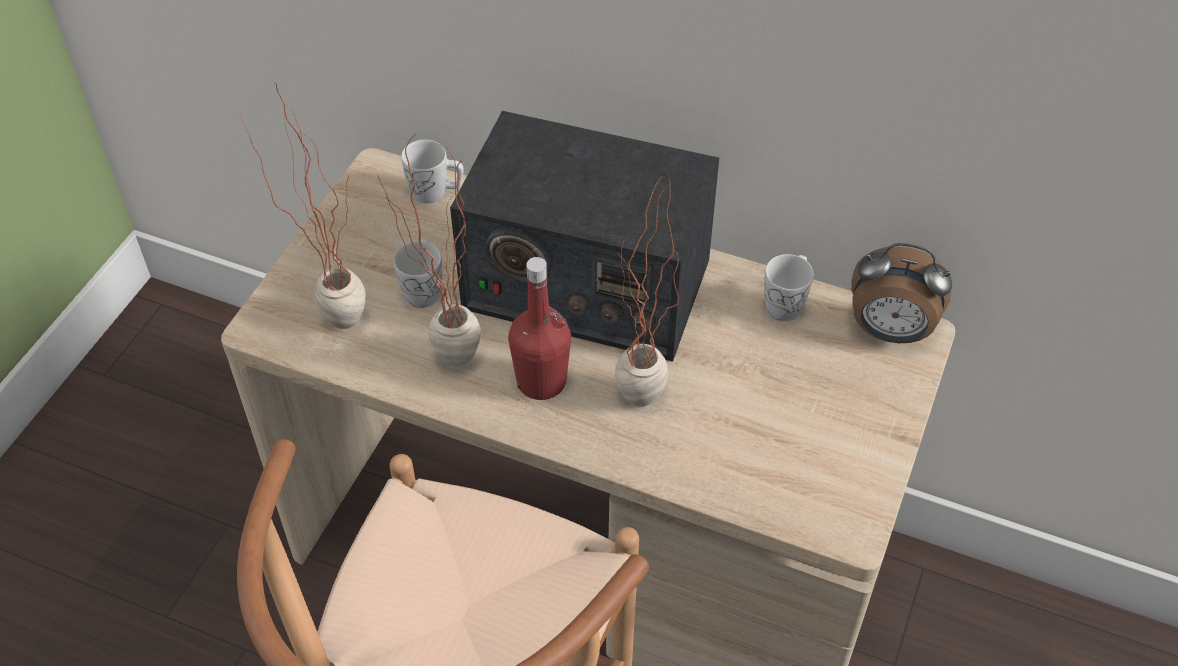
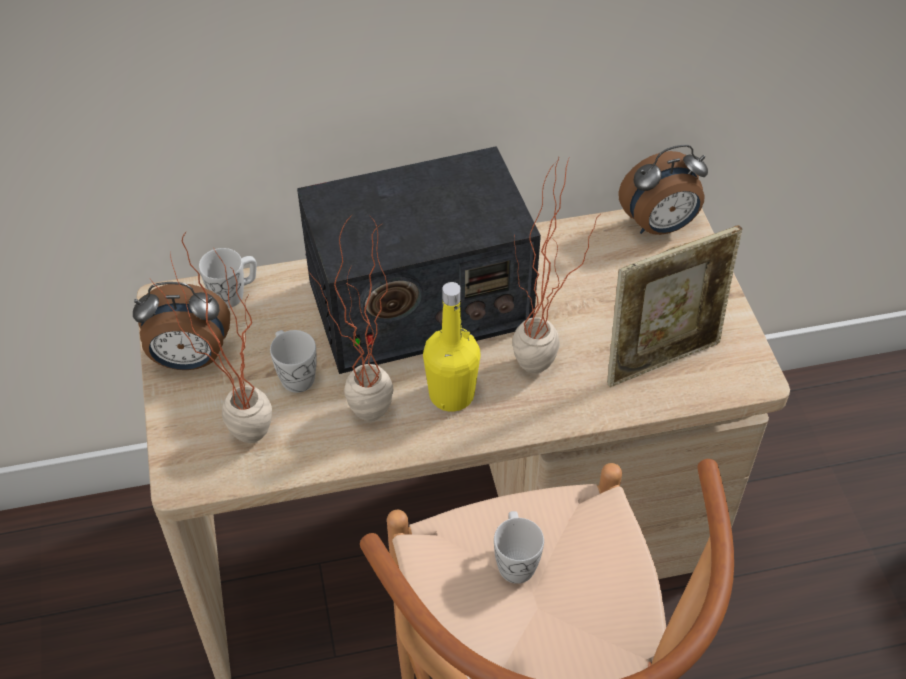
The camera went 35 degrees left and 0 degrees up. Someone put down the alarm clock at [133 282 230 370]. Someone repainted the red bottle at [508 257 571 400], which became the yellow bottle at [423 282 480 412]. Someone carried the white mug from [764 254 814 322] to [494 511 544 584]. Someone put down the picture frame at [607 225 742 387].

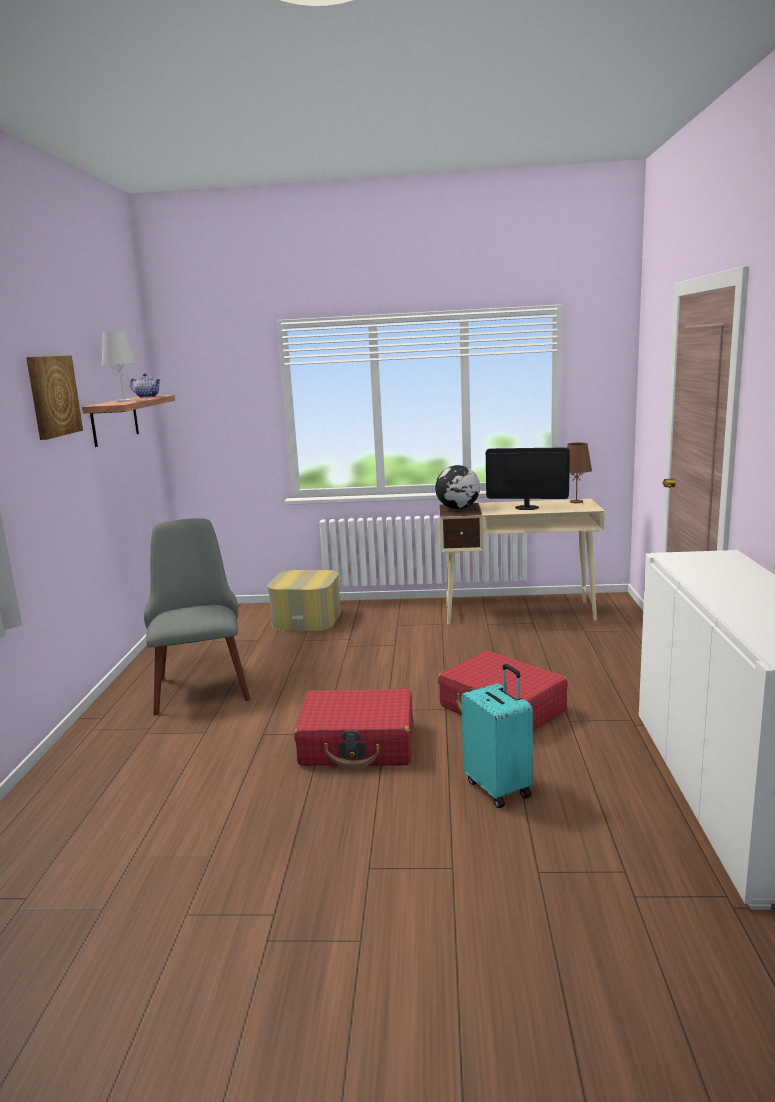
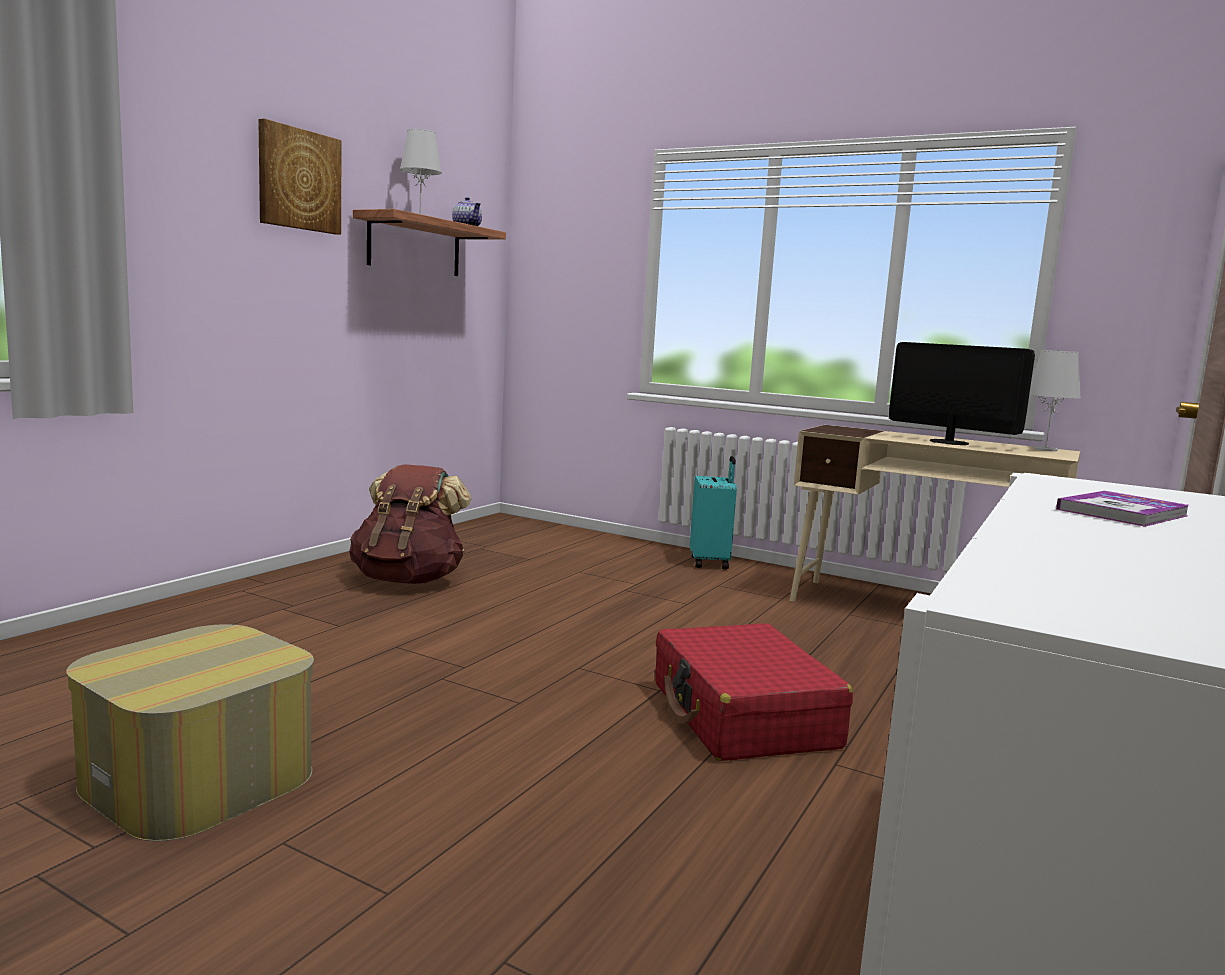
The camera went 25 degrees right and 5 degrees down. Someone carried the ottoman from [267 570 341 631] to [66 624 314 841]. Someone swapped the grey chair at [144 518 250 716] for the brown backpack at [349 465 471 584]. Someone carried the turquoise suitcase from [461 664 533 808] to [690 456 737 570]. Someone repainted the brown table lamp at [567 443 592 503], which became the white table lamp at [1029 350 1081 451]. Someone put down the book at [1056 491 1189 527]. Someone took away the red suitcase at [294 689 413 769]. Someone took away the globe at [435 465 480 509].

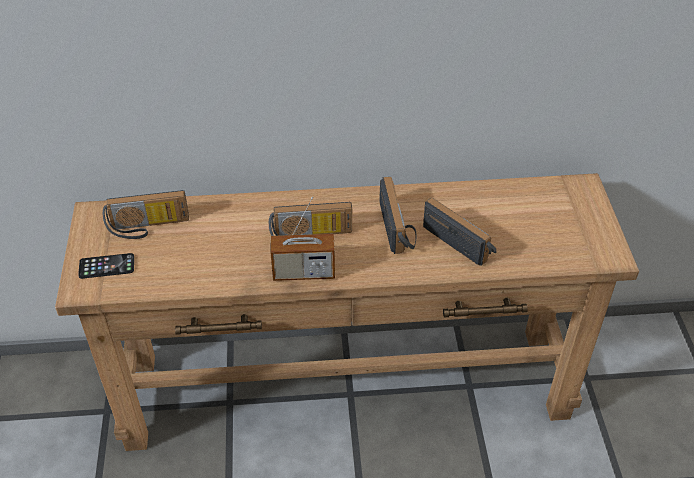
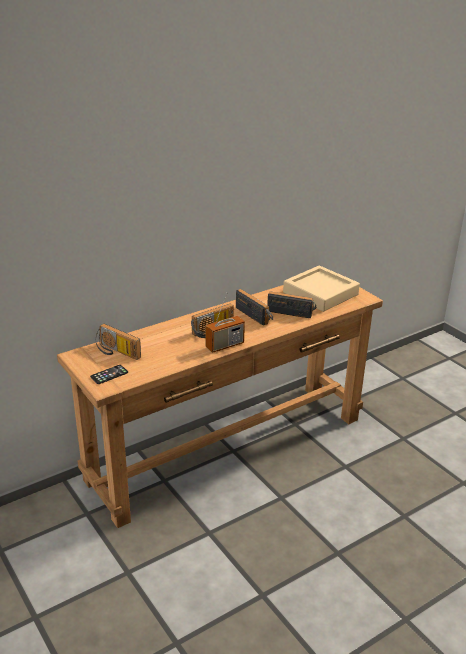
The camera went 30 degrees left and 15 degrees down. Someone rotated the radio at [103 190 189 239] by 75 degrees clockwise. Someone put down the beige tray at [283 266 360 312].

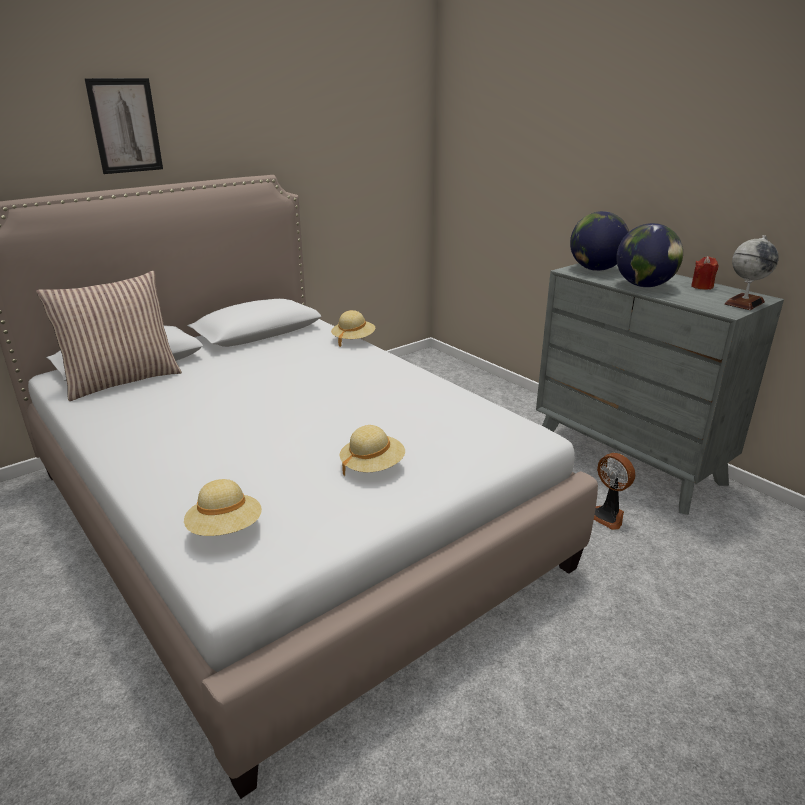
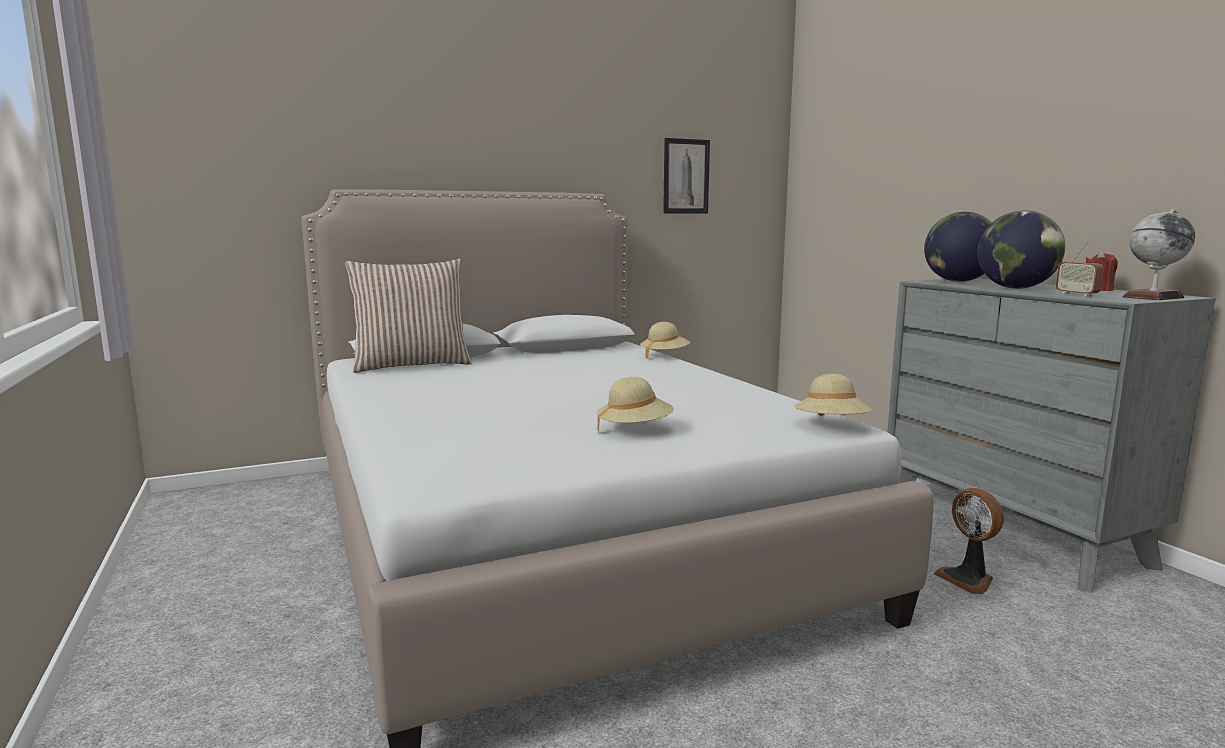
The camera went 15 degrees right and 15 degrees down. Someone carried the picture from [84 78 163 174] to [663 138 710 214]. Someone carried the beige hat from [184 479 262 536] to [794 374 873 416]. Someone put down the radio at [1056 238 1104 297].

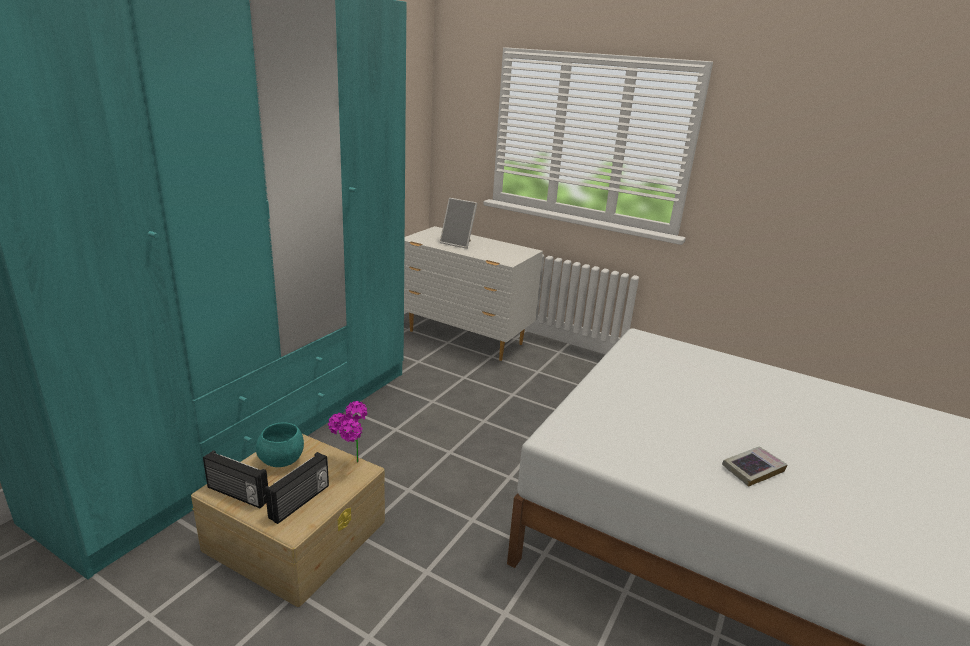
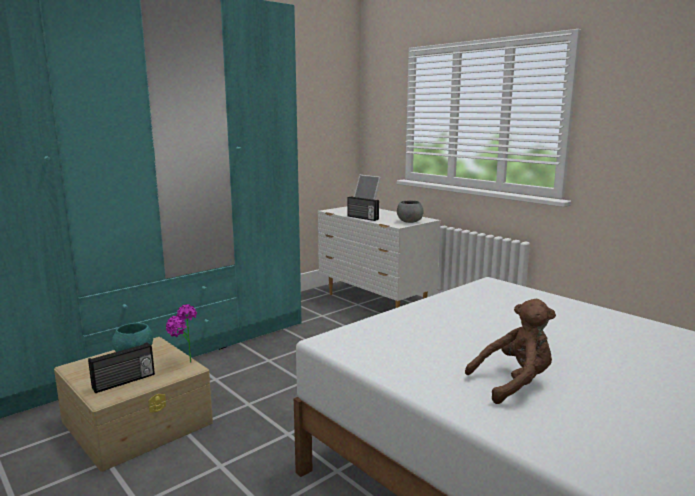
The camera went 20 degrees right and 10 degrees down. Someone carried the radio from [203 450 268 509] to [348 196 379 221]. Someone put down the grey bowl at [397 200 423 223]. Someone swapped the book at [722 447 788 487] for the brown plush toy at [465 299 556 404].

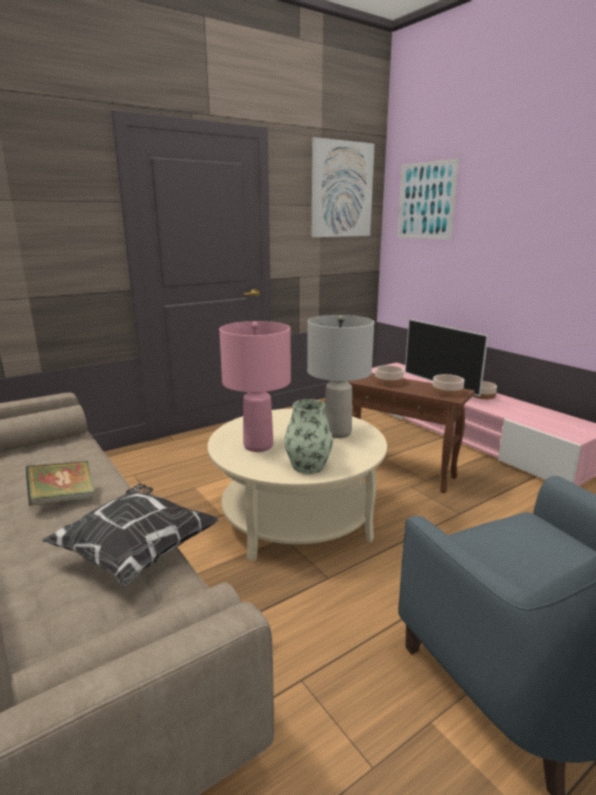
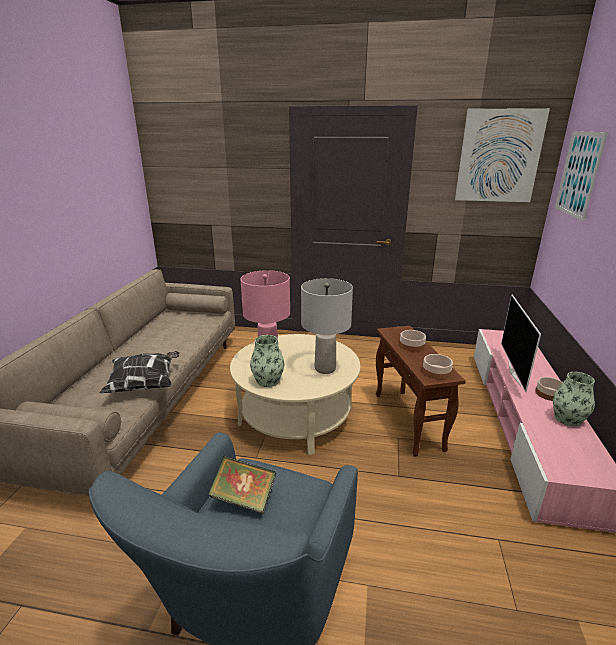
The camera went 45 degrees right and 5 degrees up. Someone carried the book from [26 461 95 505] to [208 456 276 514]. Someone put down the vase at [553 372 595 426].

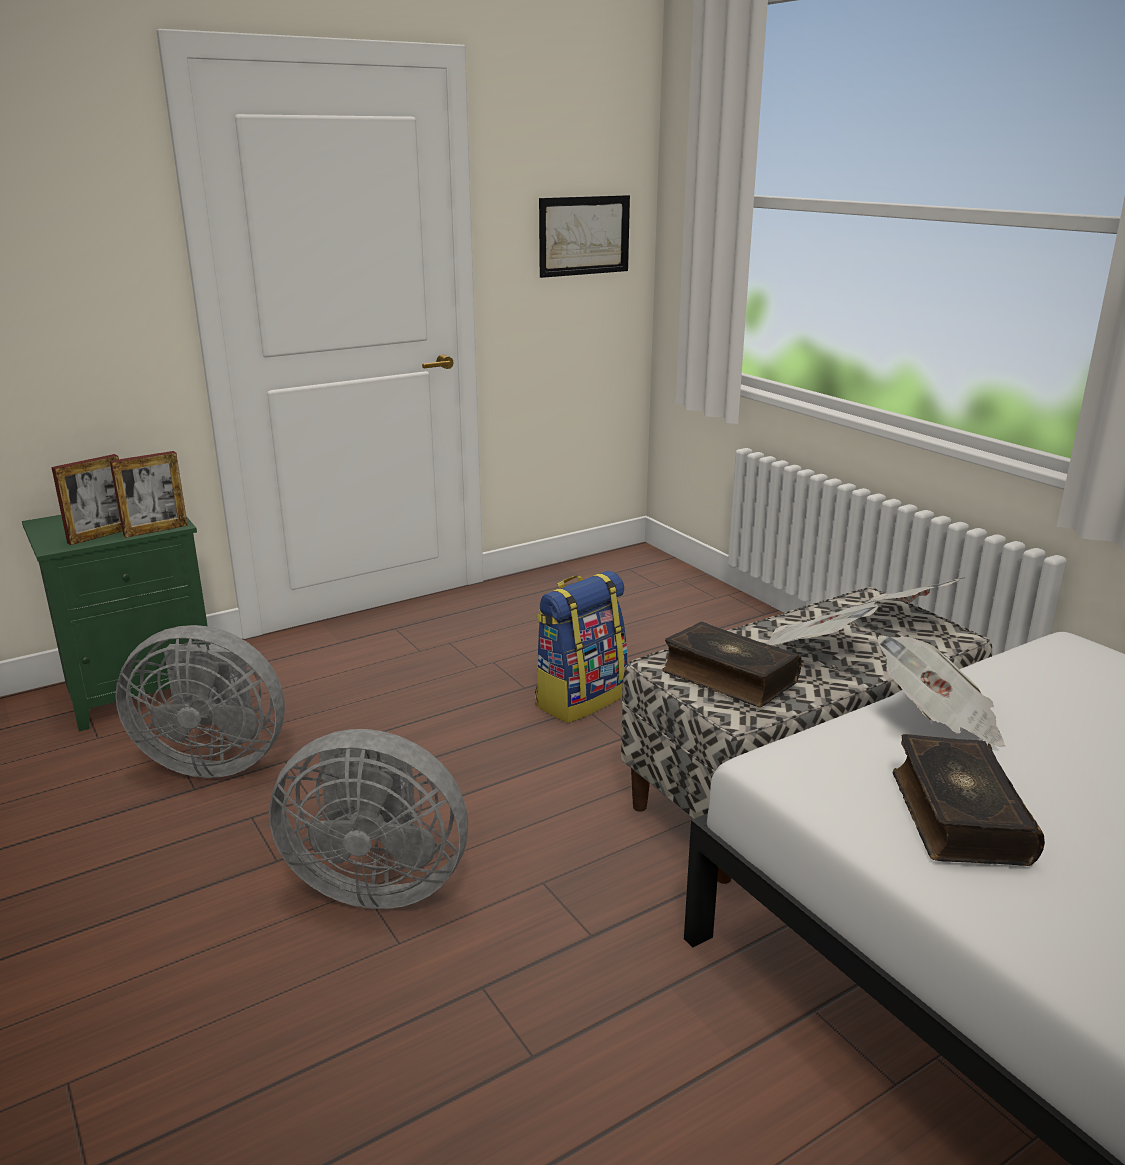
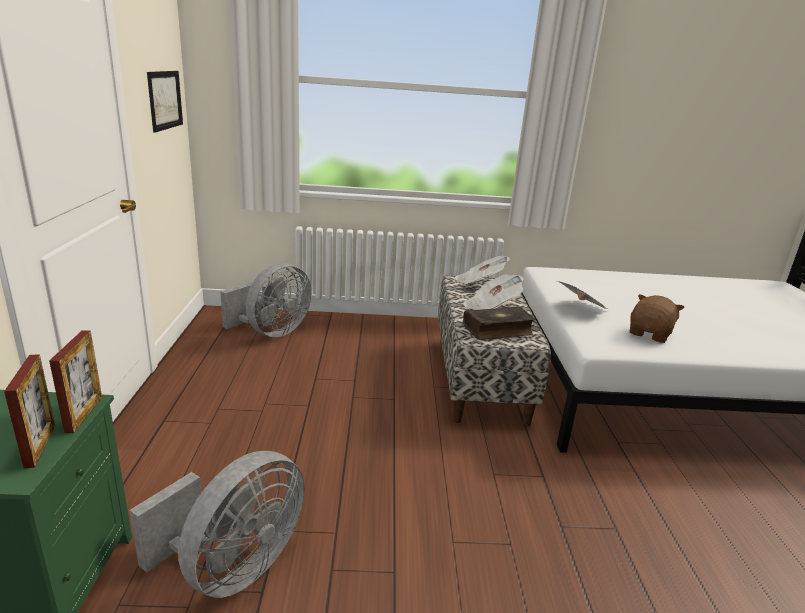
The camera went 60 degrees left and 0 degrees up. Someone carried the grey fan from [269 729 468 909] to [220 263 312 337]. Someone swapped the book at [893 734 1045 866] for the brown plush toy at [630 294 685 343]. Someone took away the backpack at [535 571 628 723].

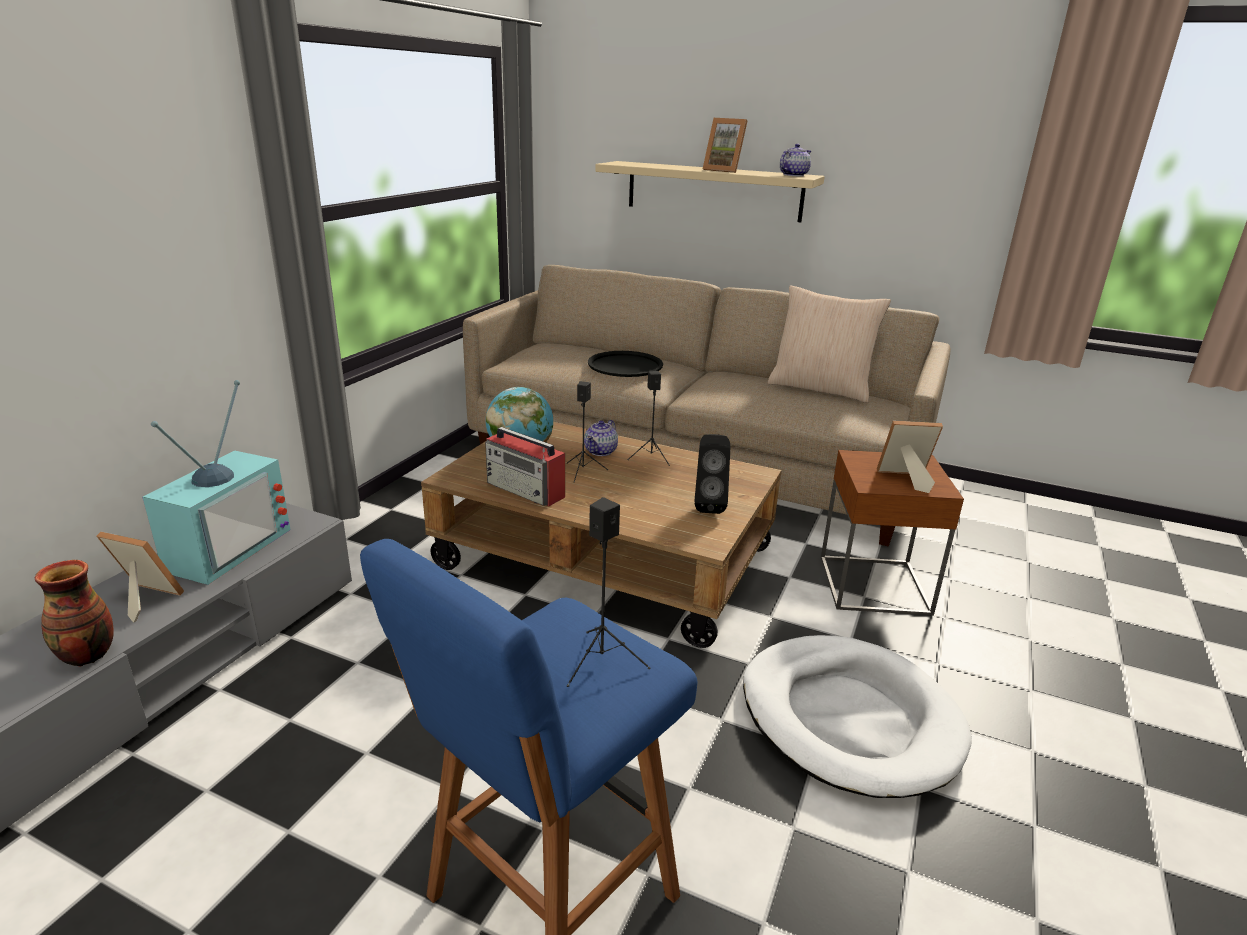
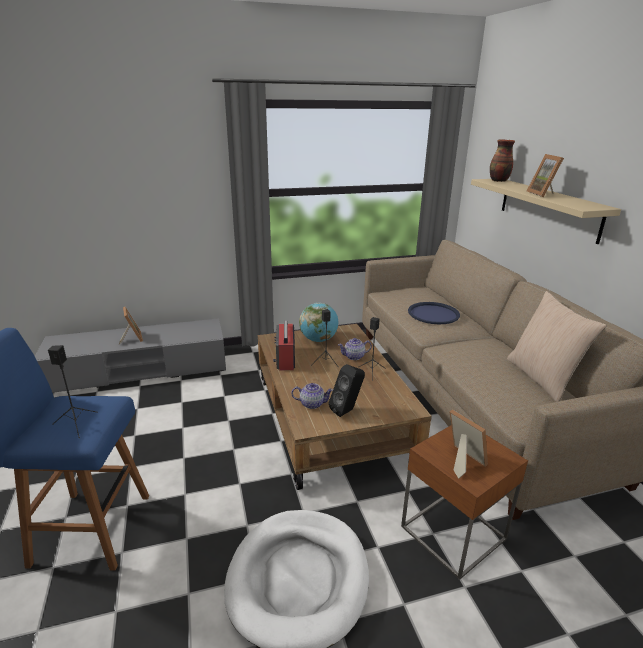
The camera went 50 degrees right and 0 degrees up. Someone carried the teapot from [780 144 811 176] to [291 383 333 409]. Someone repainted the black tray at [588 351 663 377], which became the blue tray at [408 302 460 324]. Someone carried the vase from [35 560 114 667] to [490 139 515 182]. Someone took away the television at [142 380 291 585].

